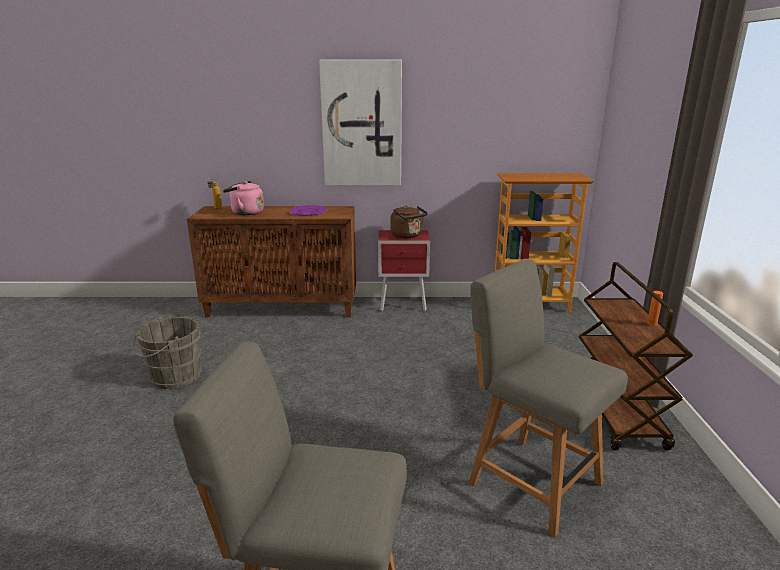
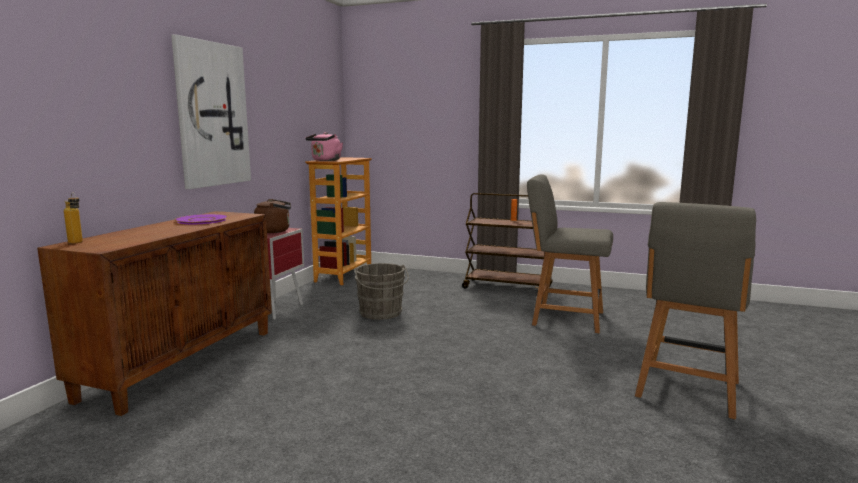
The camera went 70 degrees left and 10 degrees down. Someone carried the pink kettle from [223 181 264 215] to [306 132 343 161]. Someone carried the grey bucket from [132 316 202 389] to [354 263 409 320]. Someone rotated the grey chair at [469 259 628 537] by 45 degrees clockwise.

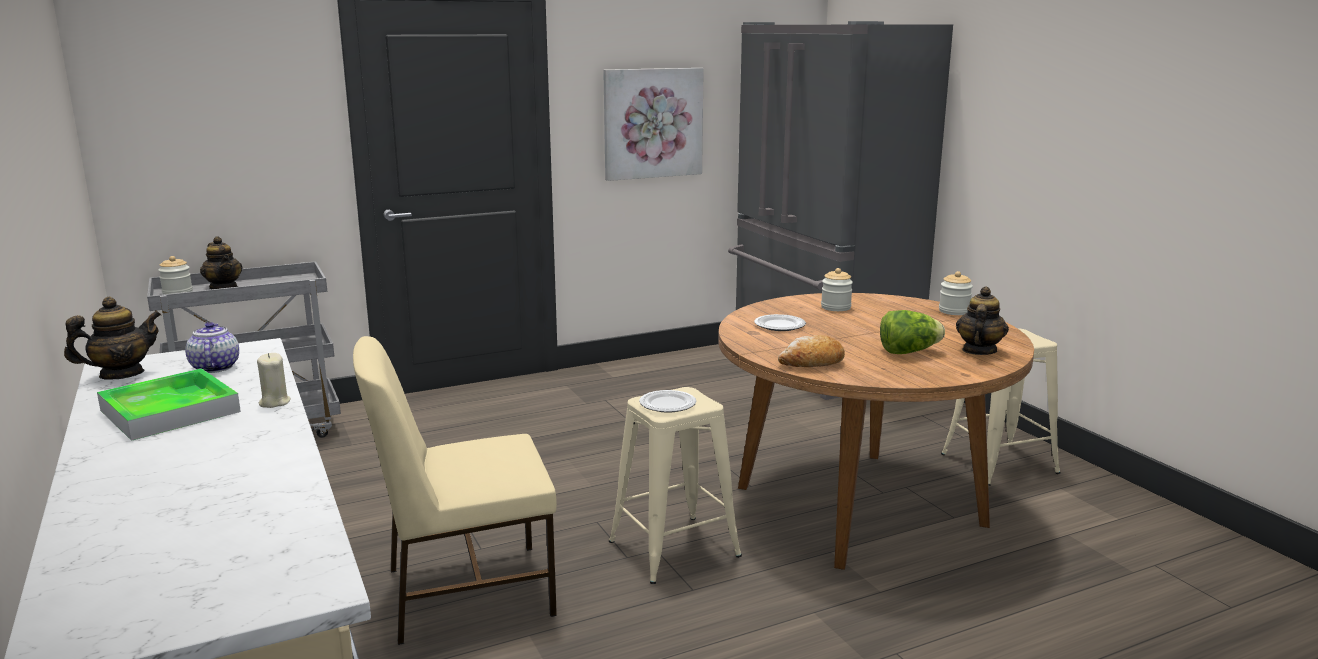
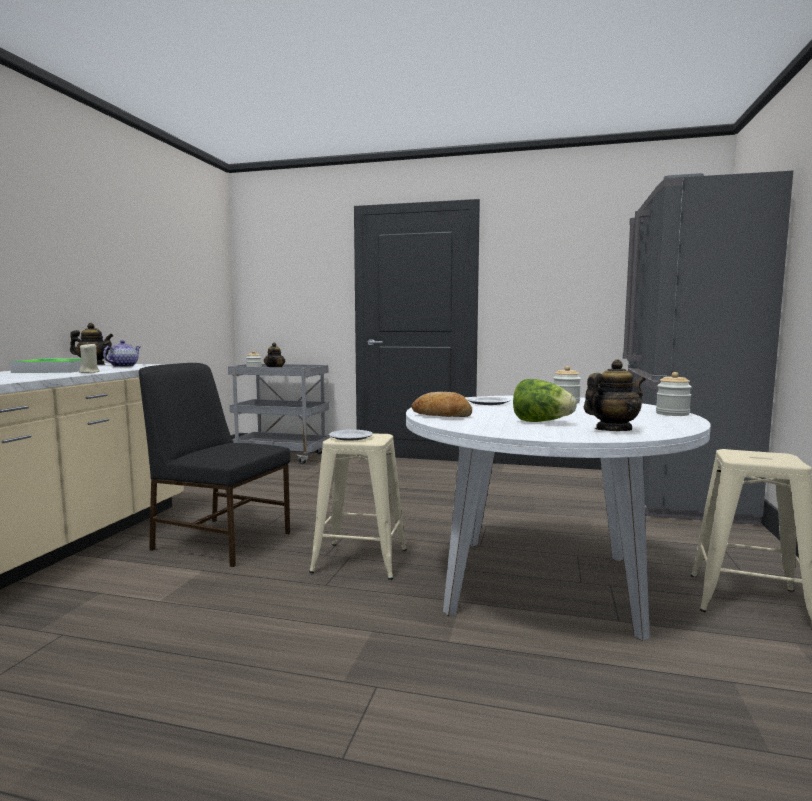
The camera went 40 degrees right and 10 degrees down. Someone repainted the beige chair at [353 336 557 645], which became the black chair at [139 363 290 567]. Someone repainted the brown dining table at [718 293 1034 570], which became the white dining table at [406 396 711 641]. Someone took away the picture at [603 68 704 181].

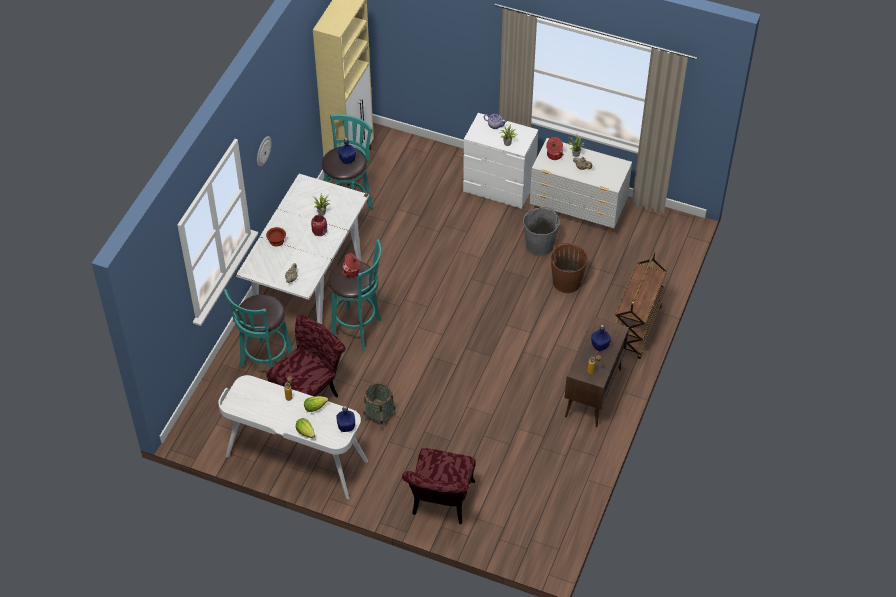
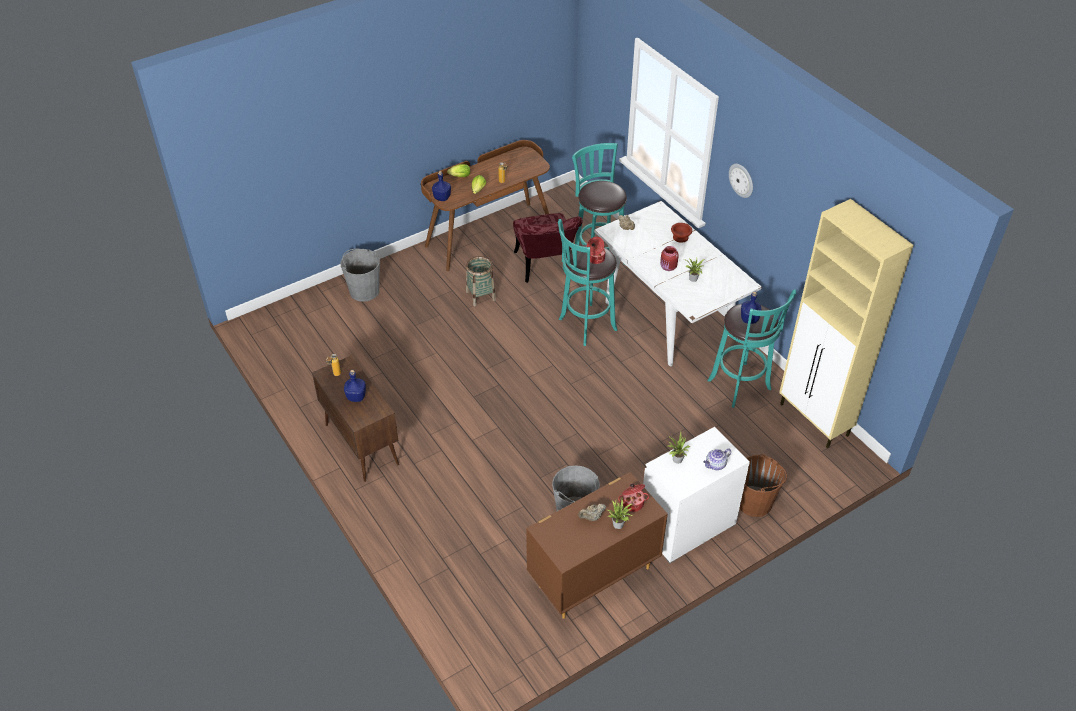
The camera went 125 degrees right and 5 degrees down. Someone swapped the red chair at [402 448 476 524] for the grey bucket at [340 249 380 302]. Someone repainted the white desk at [218 375 368 499], which became the brown desk at [421 140 550 271]. Someone repainted the white dresser at [530 138 632 234], which became the brown dresser at [526 472 668 619]. Someone carried the brown bucket from [551 243 588 293] to [739 454 787 517]. Someone took away the brown cart at [616 252 667 359].

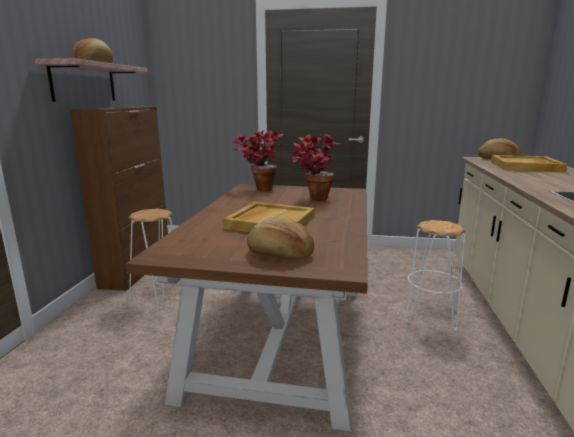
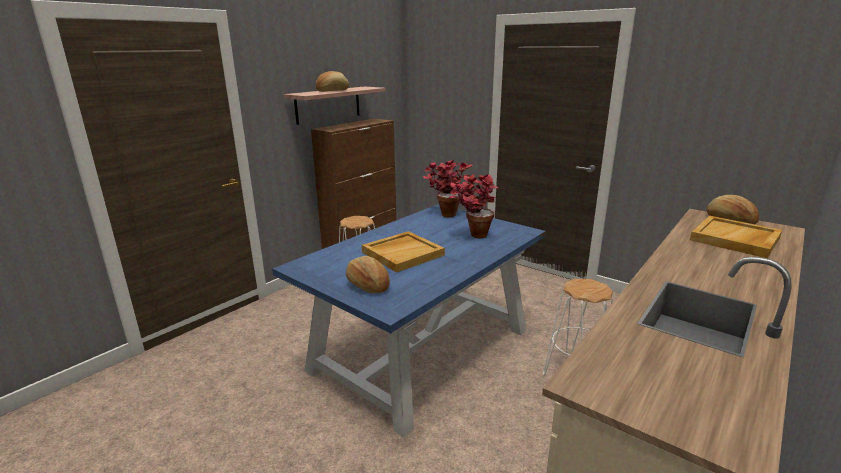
The camera went 30 degrees right and 5 degrees up. Someone repainted the brown dining table at [125 184 368 431], which became the blue dining table at [272 204 546 437].

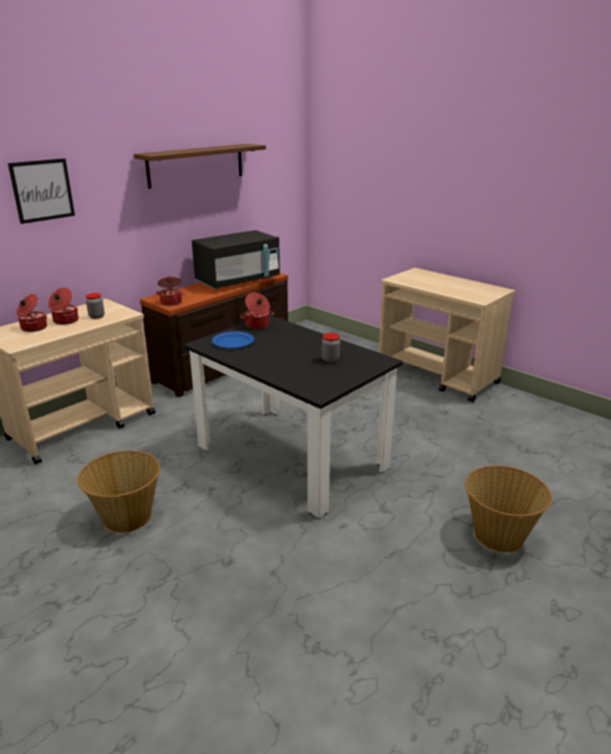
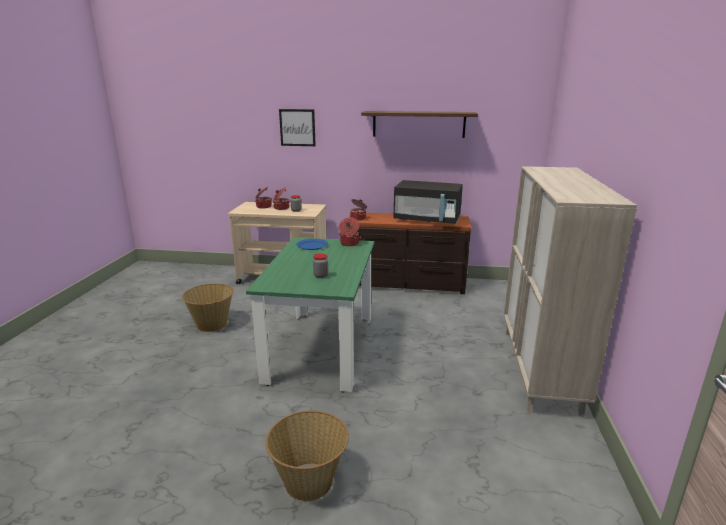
The camera went 55 degrees right and 5 degrees down. Someone repainted the black dining table at [184 316 403 518], which became the green dining table at [246 237 374 392]. Someone swapped the beige cart at [379 268 515 402] for the beige cabinet at [504 166 637 417].

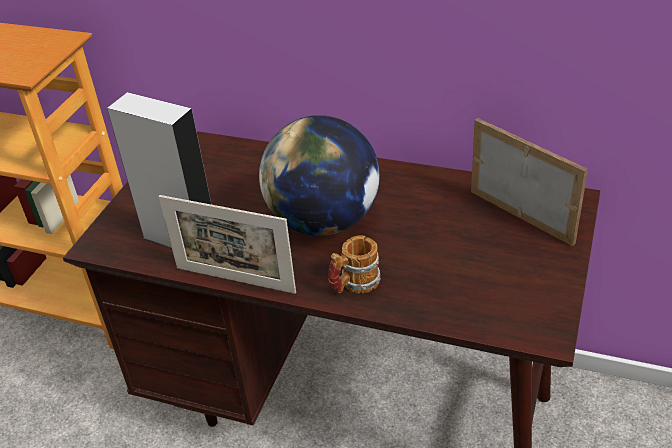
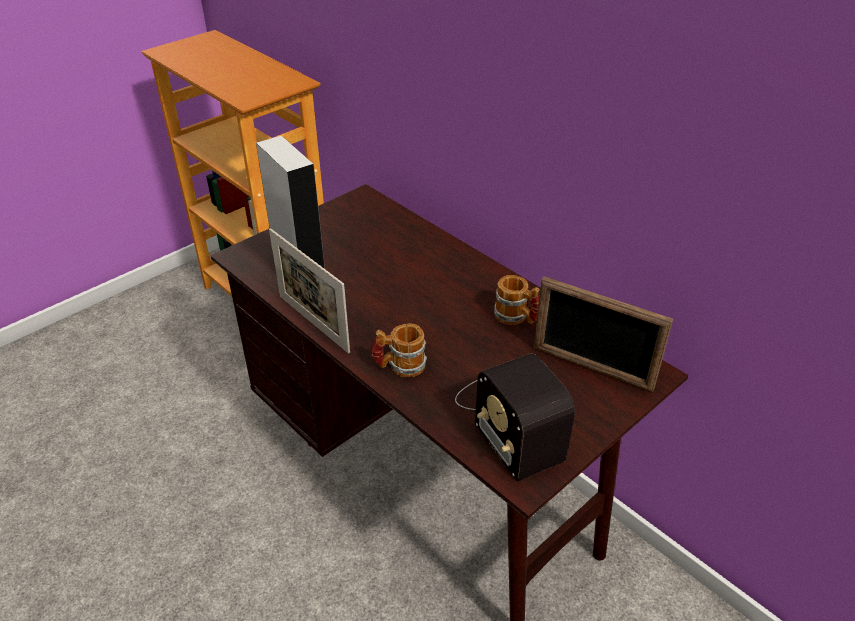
The camera went 25 degrees right and 0 degrees up. Someone put down the radio at [455 354 575 482]. Someone put down the mug at [494 275 540 325]. Someone rotated the picture frame at [471 118 588 246] by 135 degrees clockwise. Someone took away the globe at [259 115 380 236].

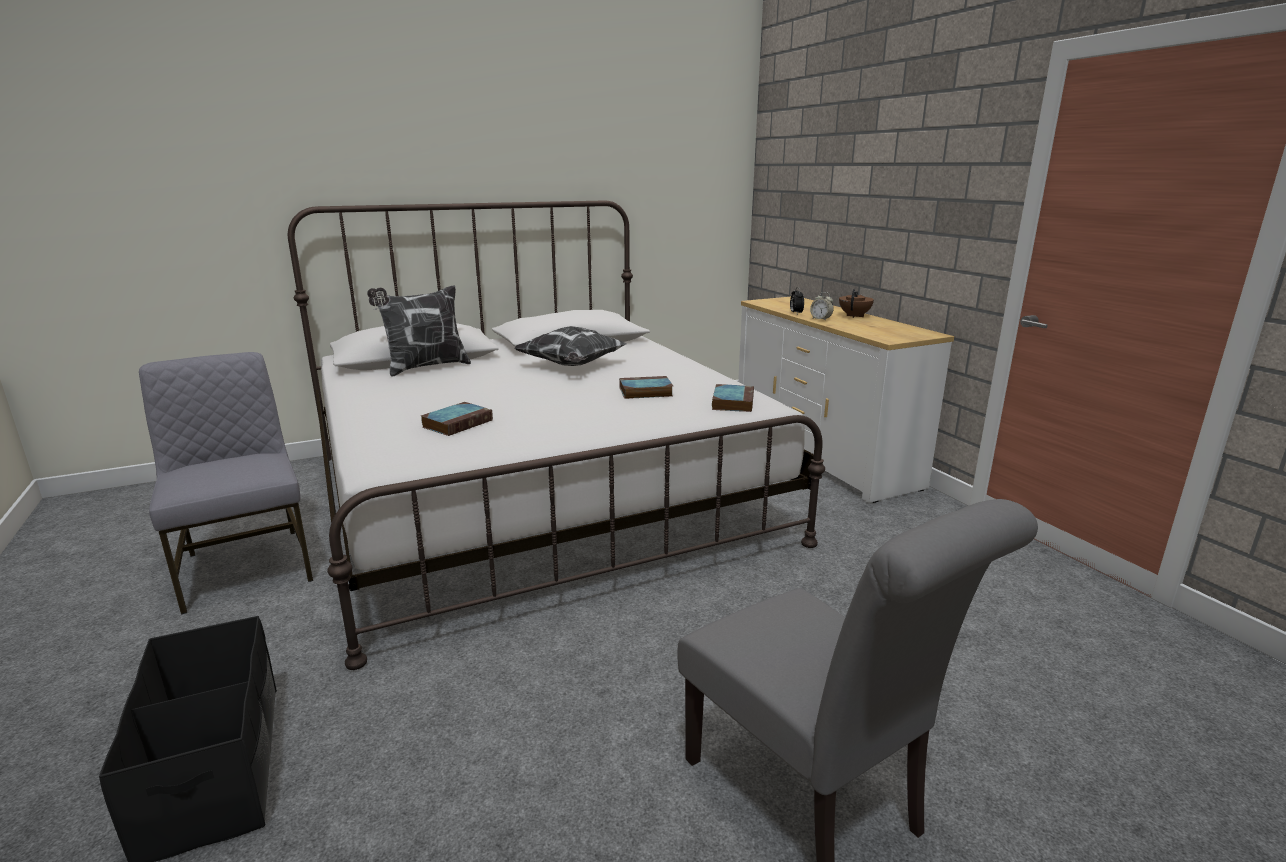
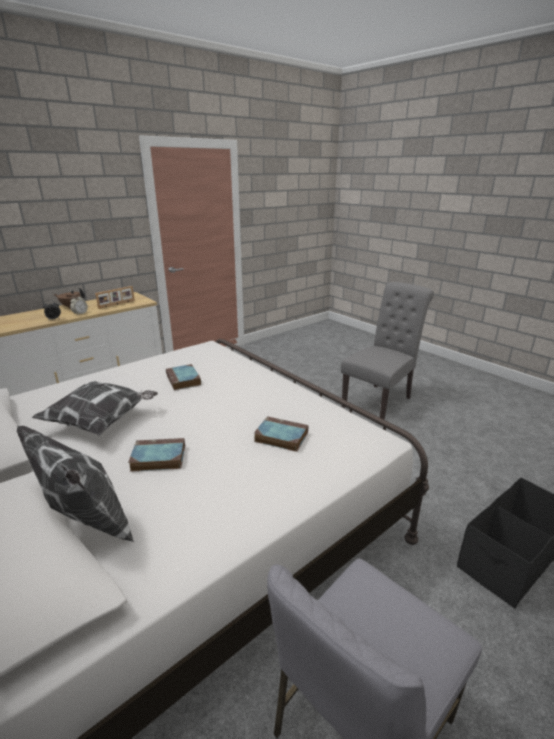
The camera went 105 degrees left and 5 degrees up. Someone put down the picture frame at [95 286 135 309]. Someone carried the book from [712 384 754 412] to [128 438 185 472].

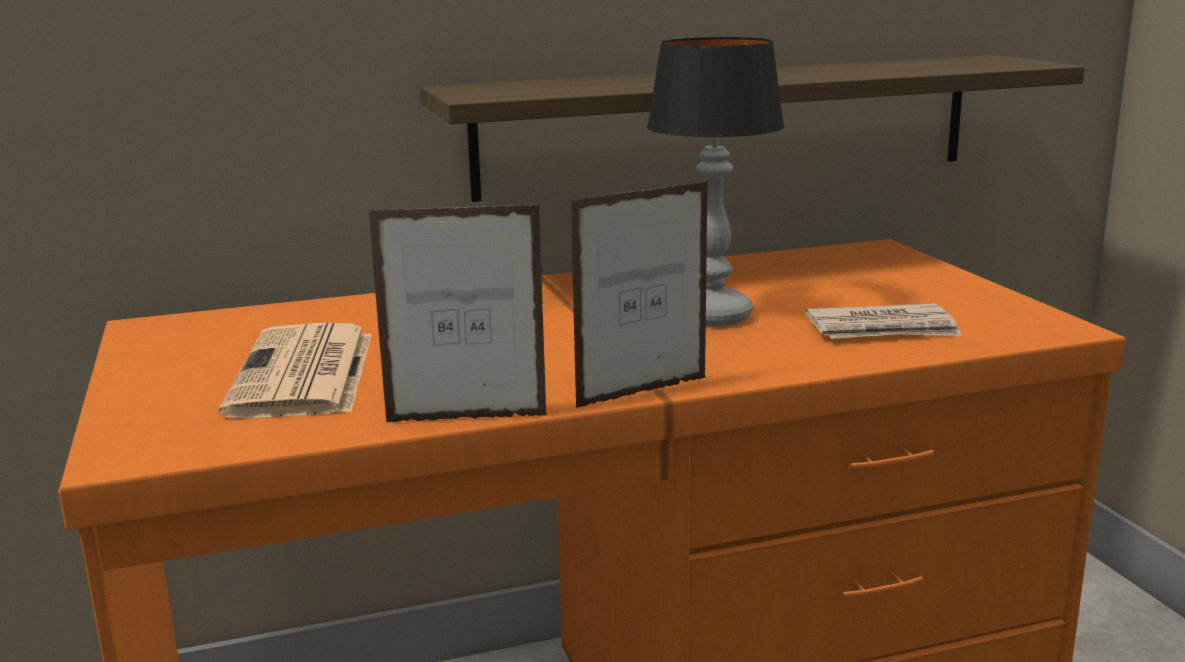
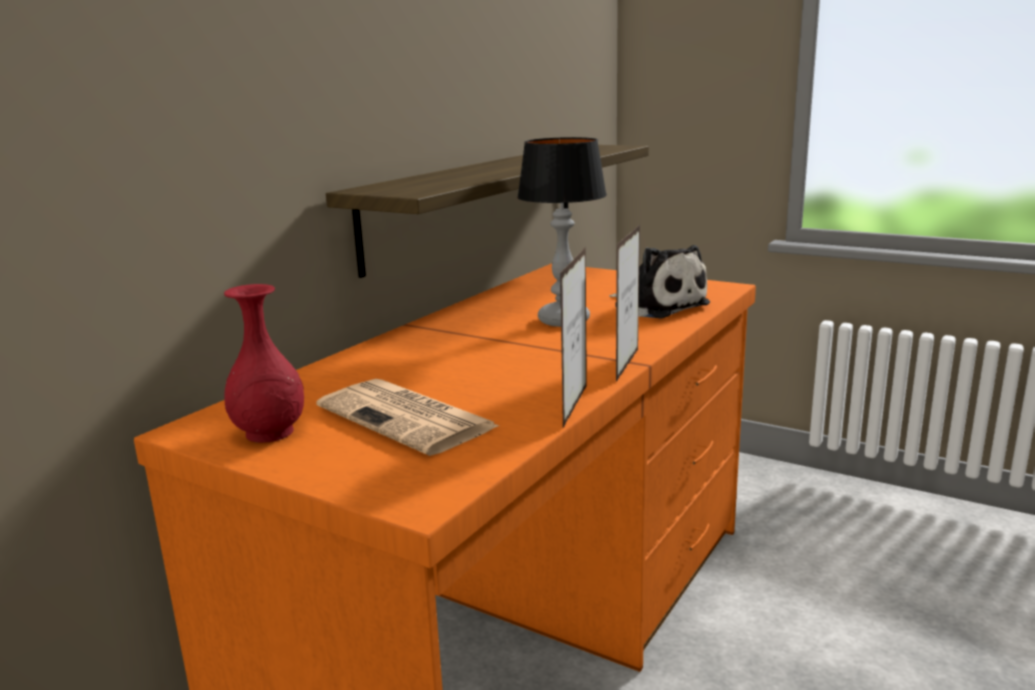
The camera went 40 degrees left and 0 degrees up. Someone put down the red vase at [224 284 304 443]. Someone rotated the picture frame at [368 204 548 423] by 150 degrees clockwise. Someone swapped the newspaper at [805 303 962 339] for the plush toy at [609 245 710 319].

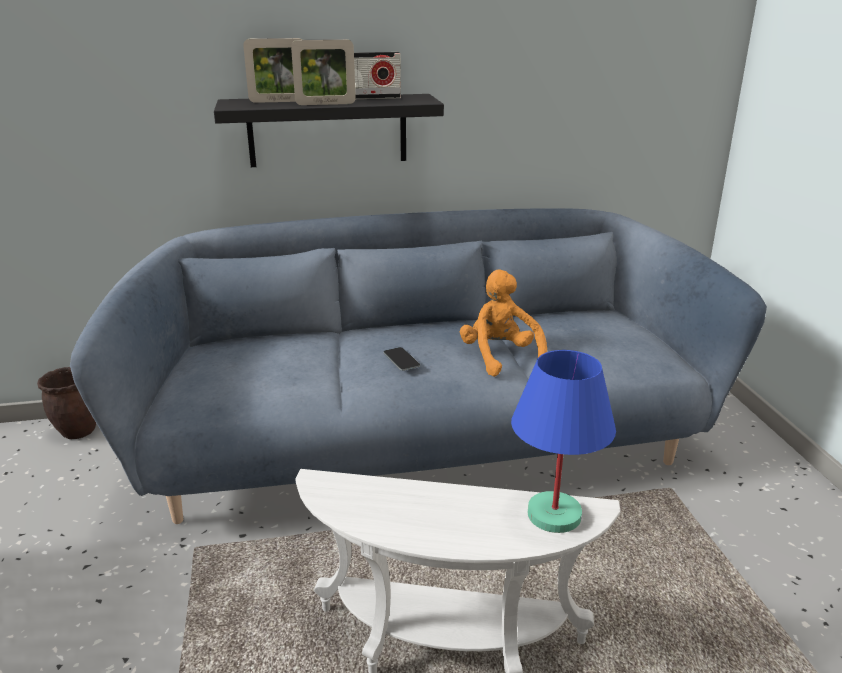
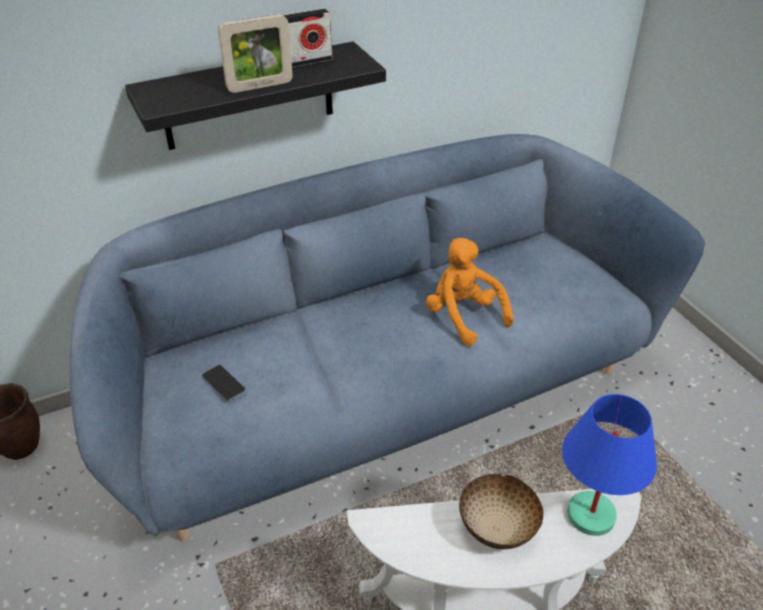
The camera went 15 degrees left and 15 degrees up. Someone carried the phone from [383 347 420 371] to [202 365 245 401]. Someone put down the bowl at [459 474 543 549]. Someone took away the picture frame at [243 38 303 103].

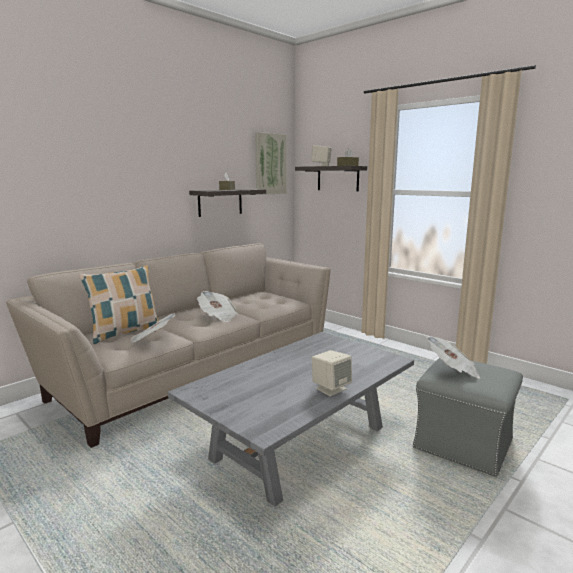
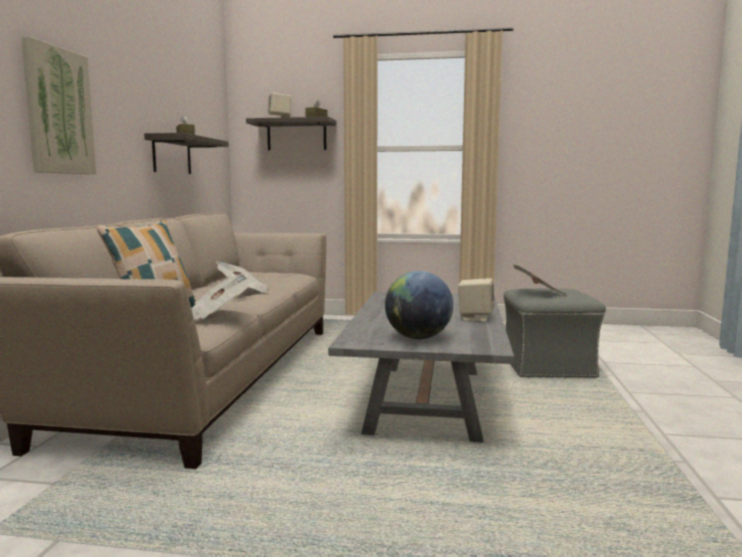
The camera went 35 degrees left and 5 degrees down. Someone carried the picture from [255 132 287 195] to [21 36 96 174]. Someone put down the globe at [385 271 453 339].

